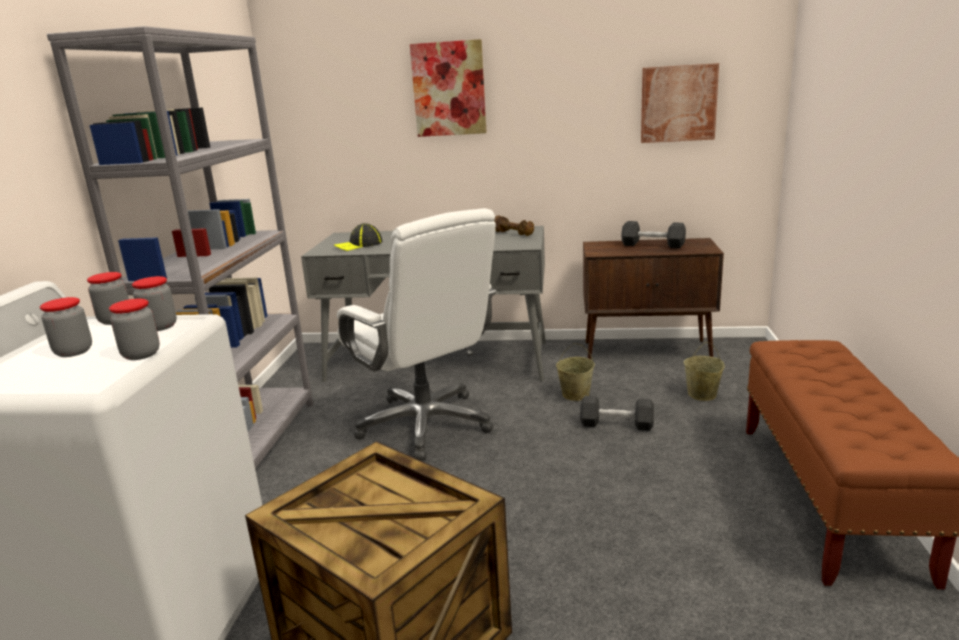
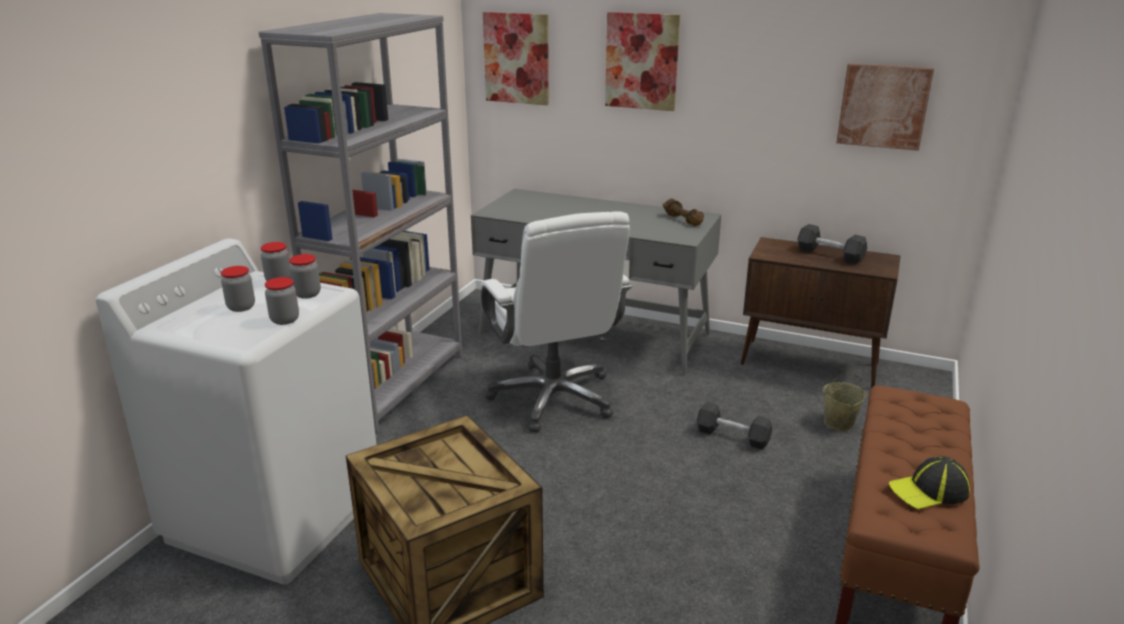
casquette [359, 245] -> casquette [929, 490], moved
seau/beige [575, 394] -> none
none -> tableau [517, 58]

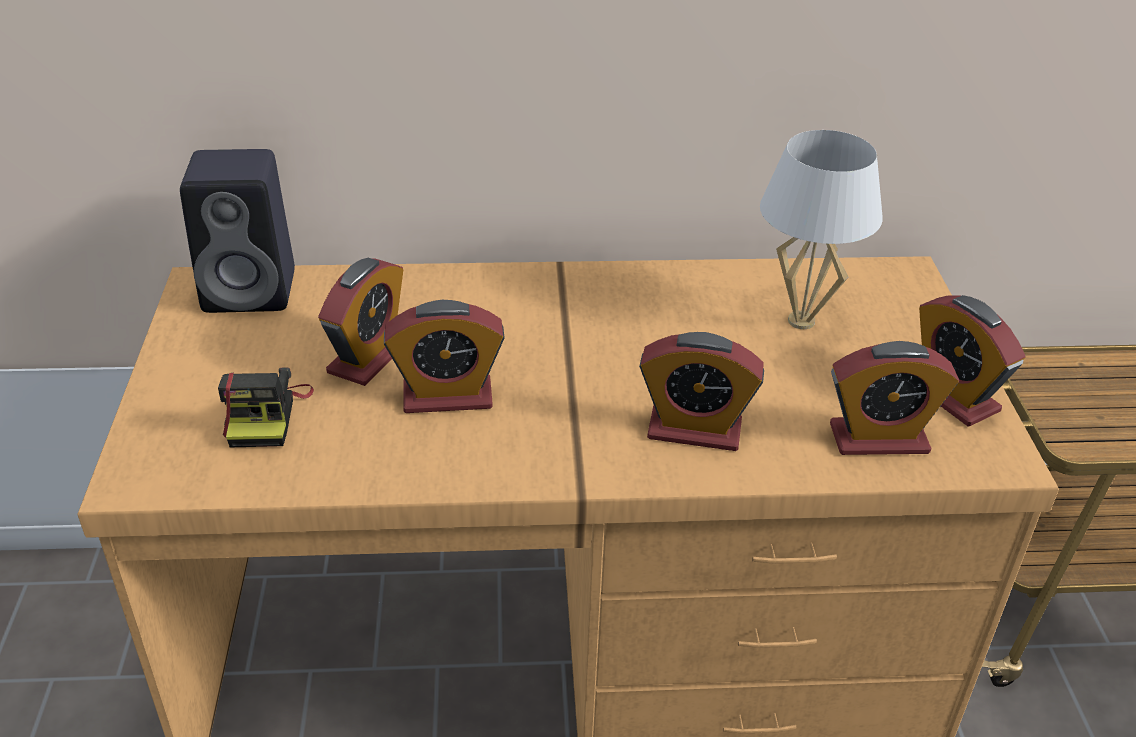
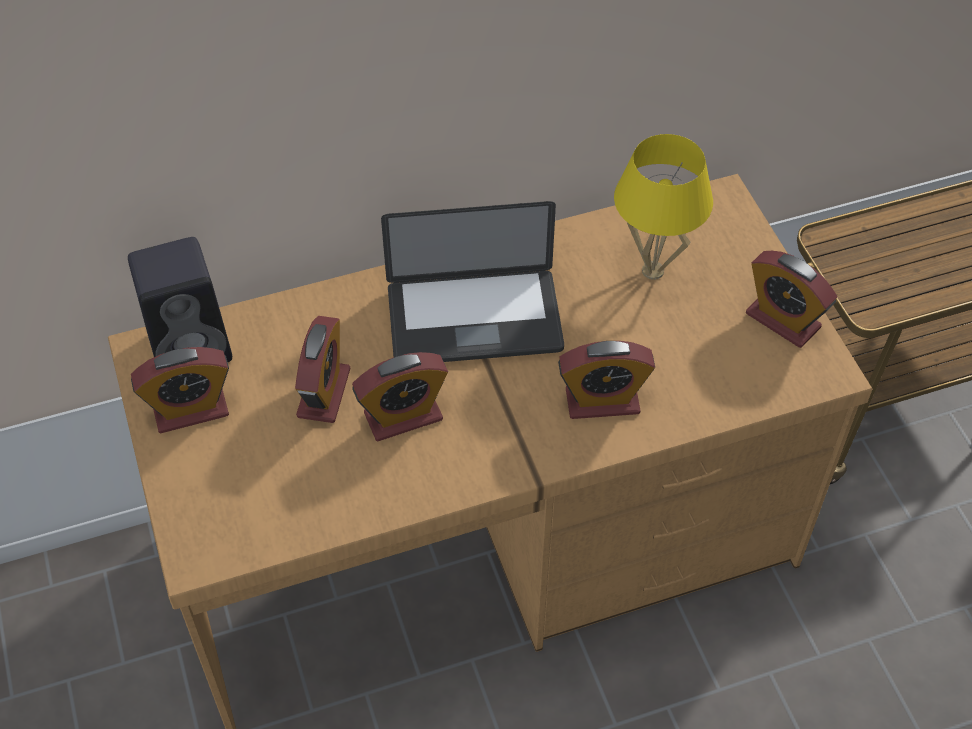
lampe de table/blanc [800, 321] -> lampe de table/jaune [652, 271]
réveil [878, 439] -> réveil [190, 410], moved
appareil photo [266, 415] -> none
none -> ordinateur portable [474, 319]

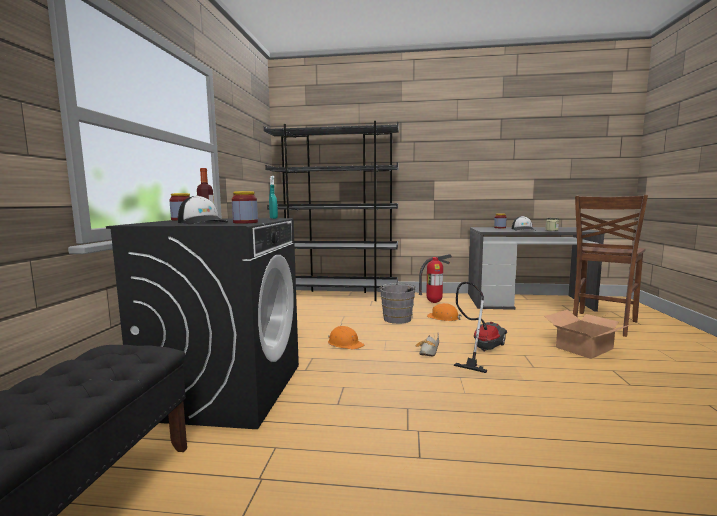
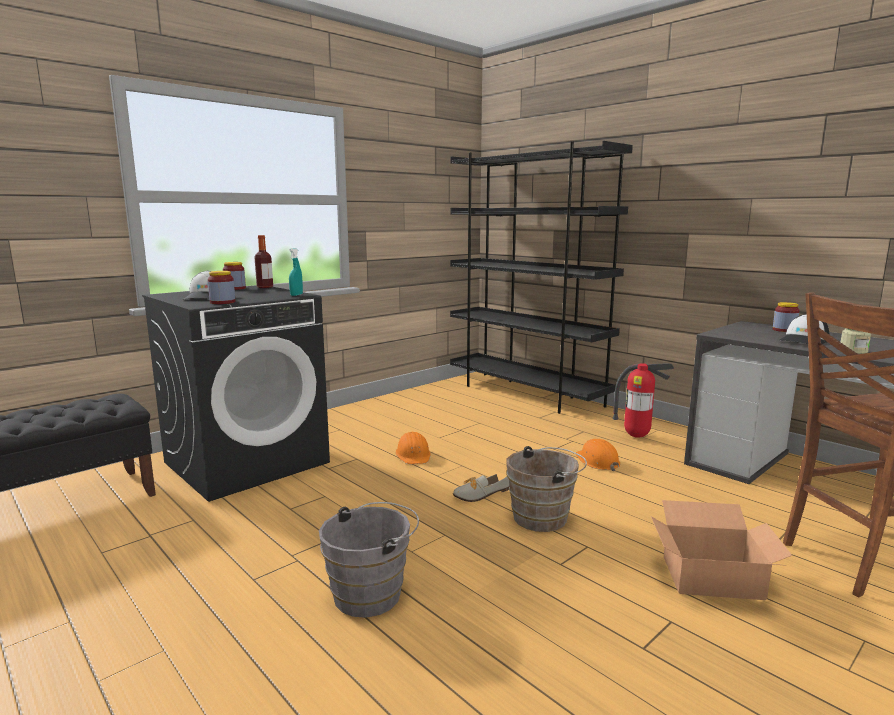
aspirateur [481, 350] -> seau/marron [544, 517]
seau/gris [398, 318] -> seau/gris [373, 593], moved

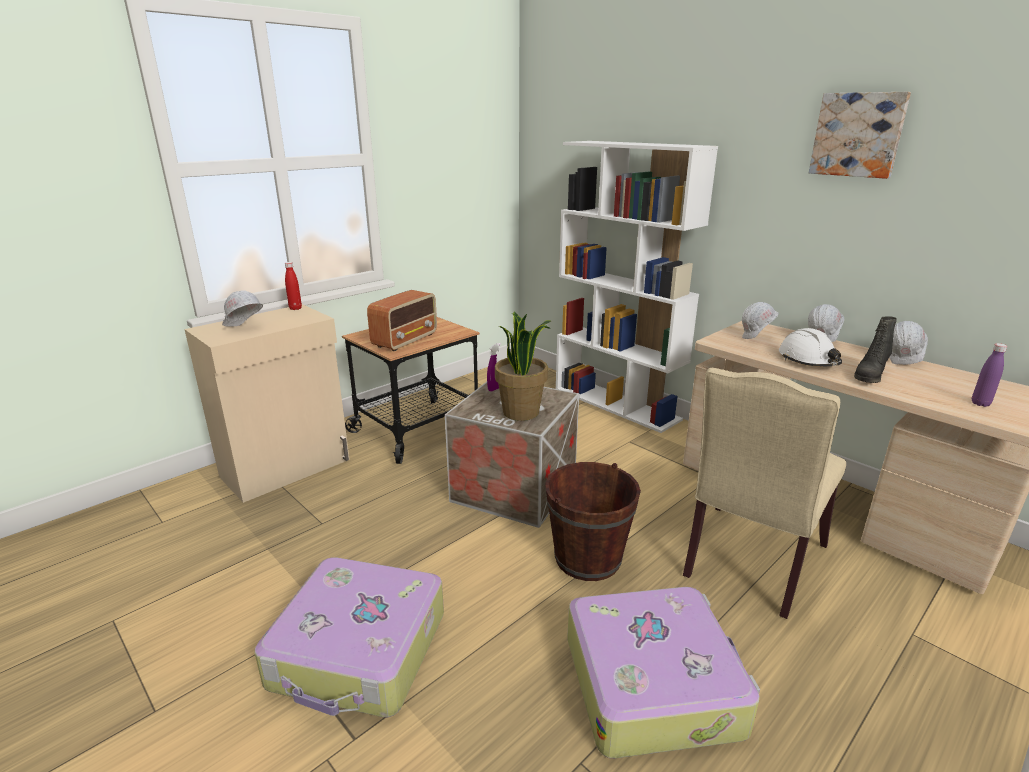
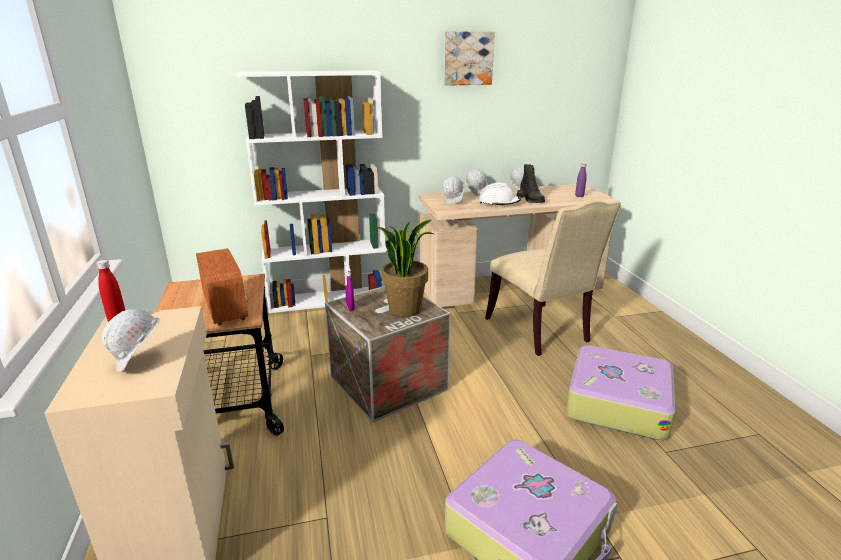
seau/marron [588, 558] -> none

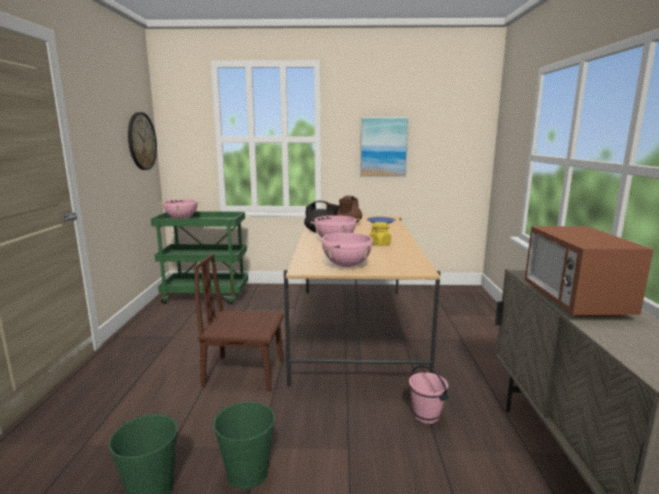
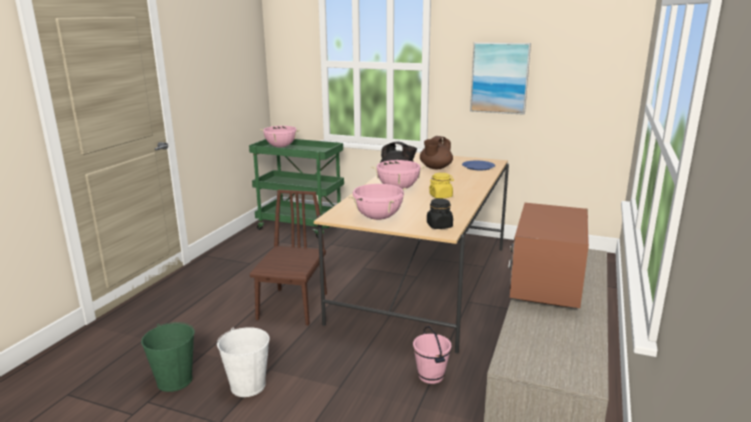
horloge murale [141, 141] -> none
chaise/marron [244, 373] -> chaise/marron [292, 306], 75 degrees clockwise
seau/vert [247, 473] -> seau/blanc [248, 385]
none -> bocal/noir [439, 226]

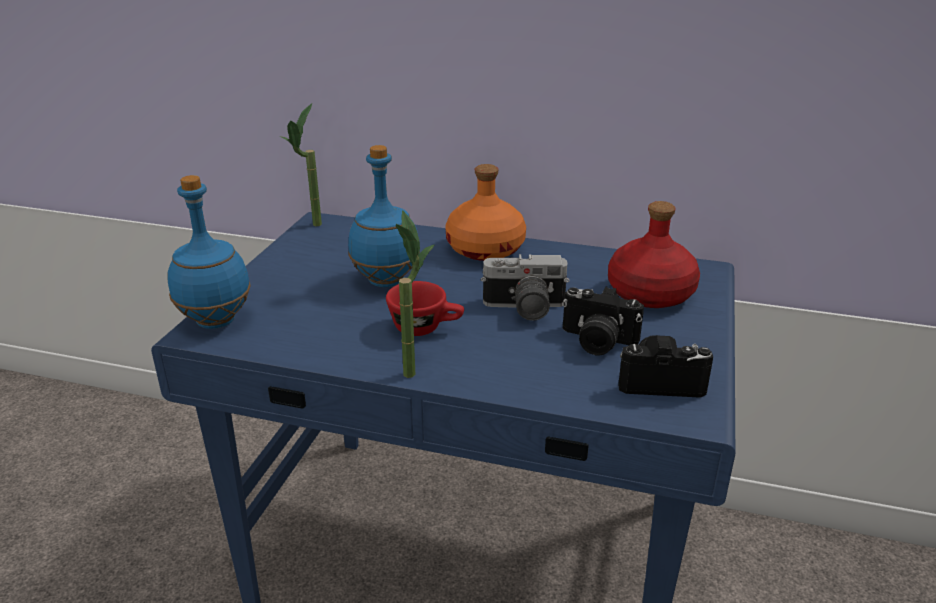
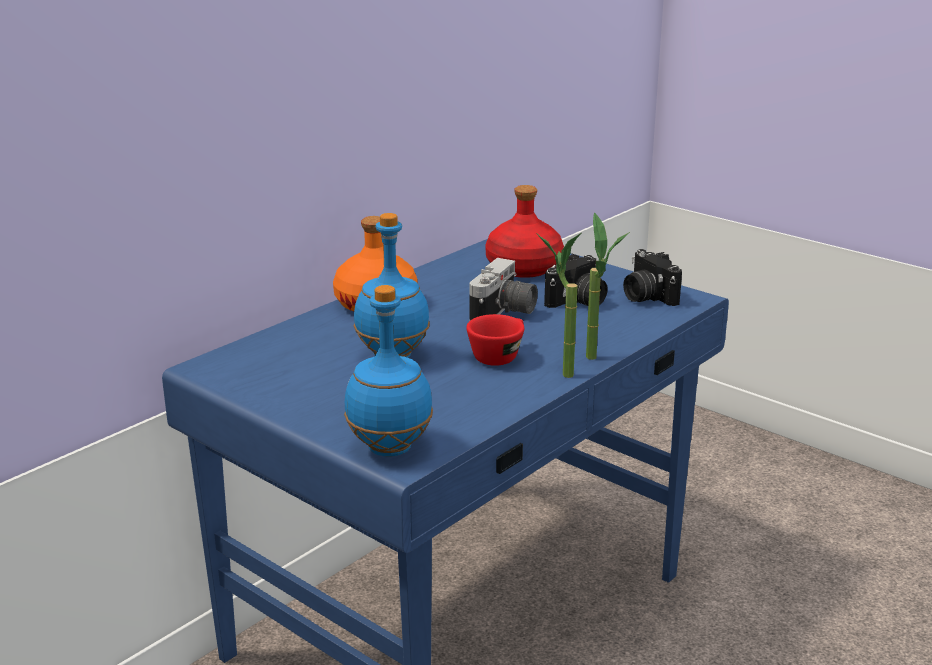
plante en pot [311, 227] -> plante en pot [598, 361], moved
appareil photo [660, 382] -> appareil photo [646, 296], 60 degrees counterclockwise

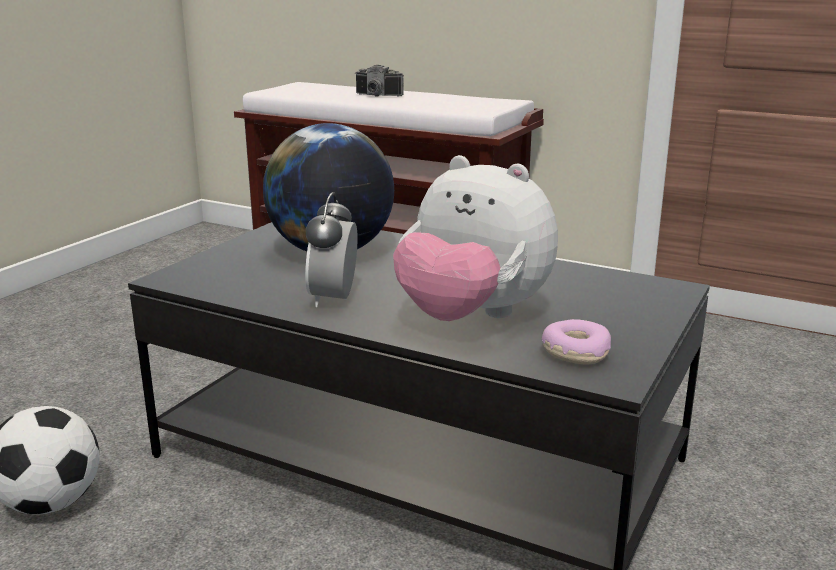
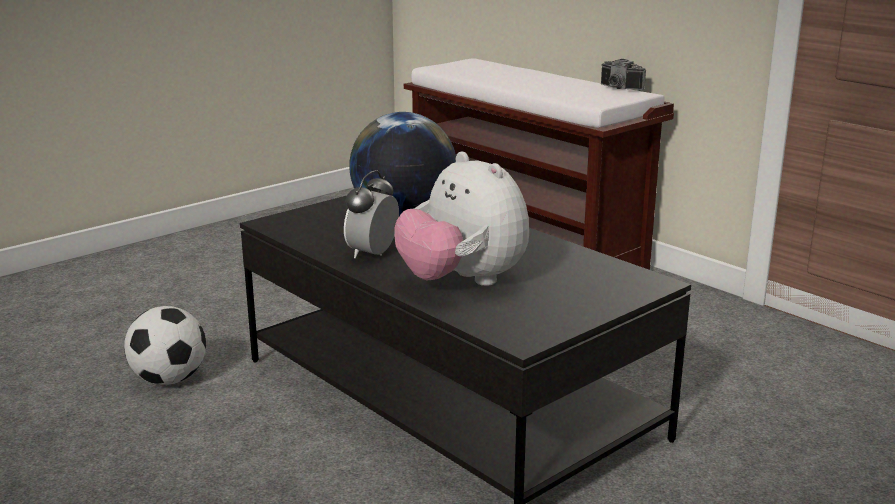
appareil photo [376, 96] -> appareil photo [618, 88], moved
beignet [575, 352] -> none

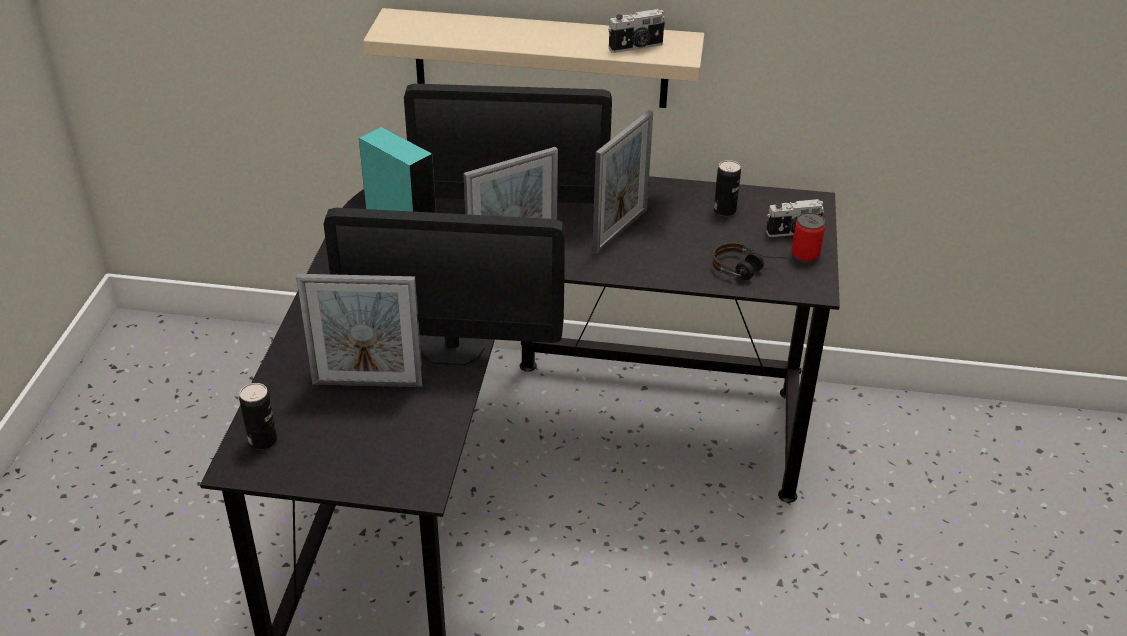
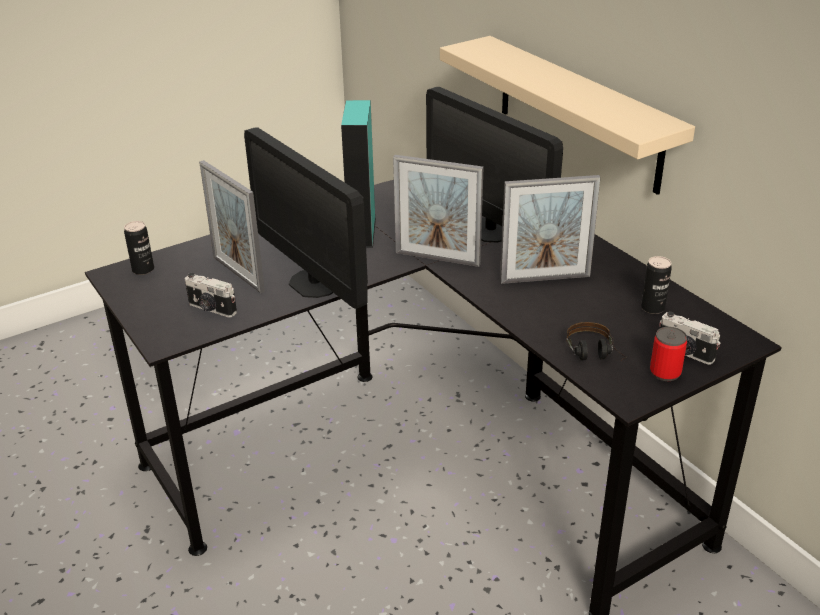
appareil photo [636, 47] -> appareil photo [211, 309], moved

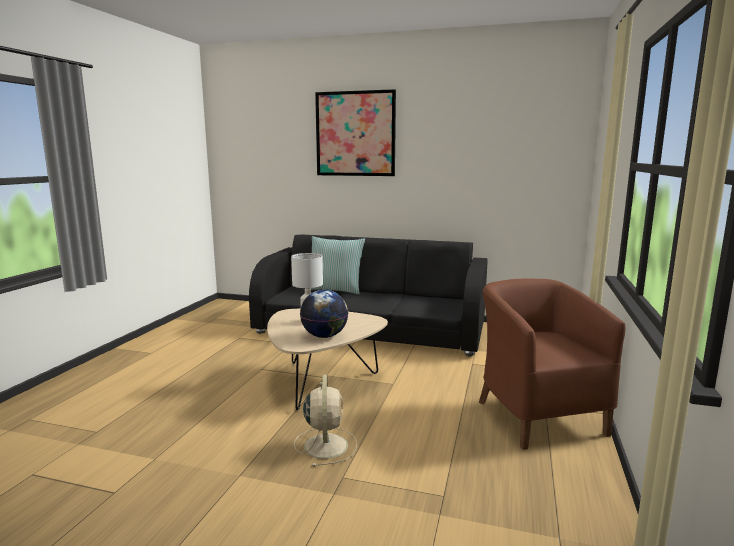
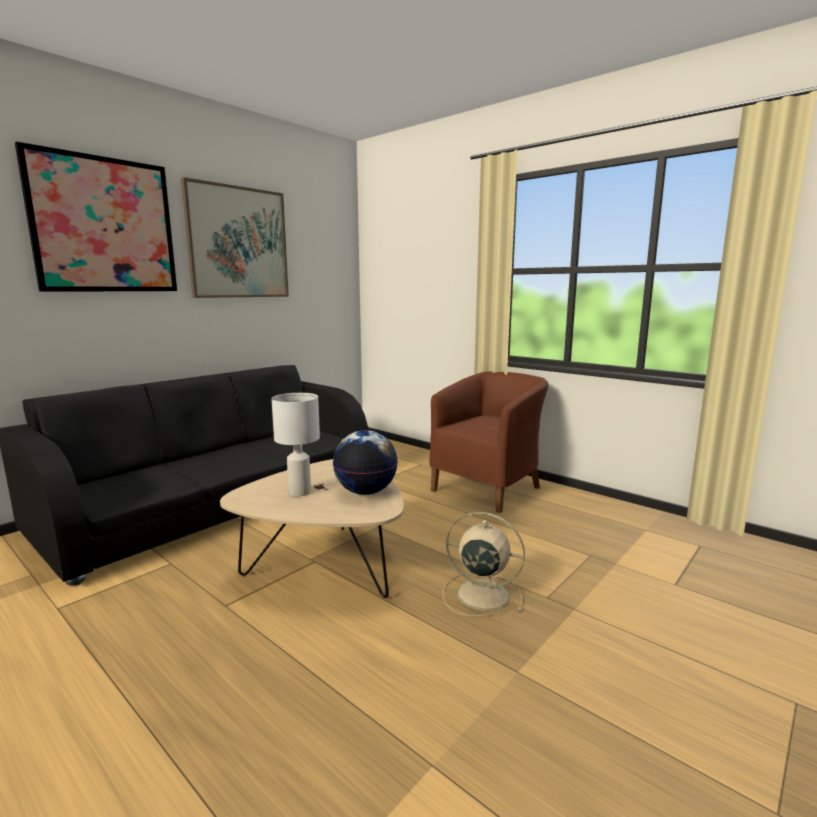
coussin [335, 290] -> none
fauteuil/marron [536, 415] -> fauteuil/marron [489, 487], 120 degrees clockwise
none -> tableau [238, 243]

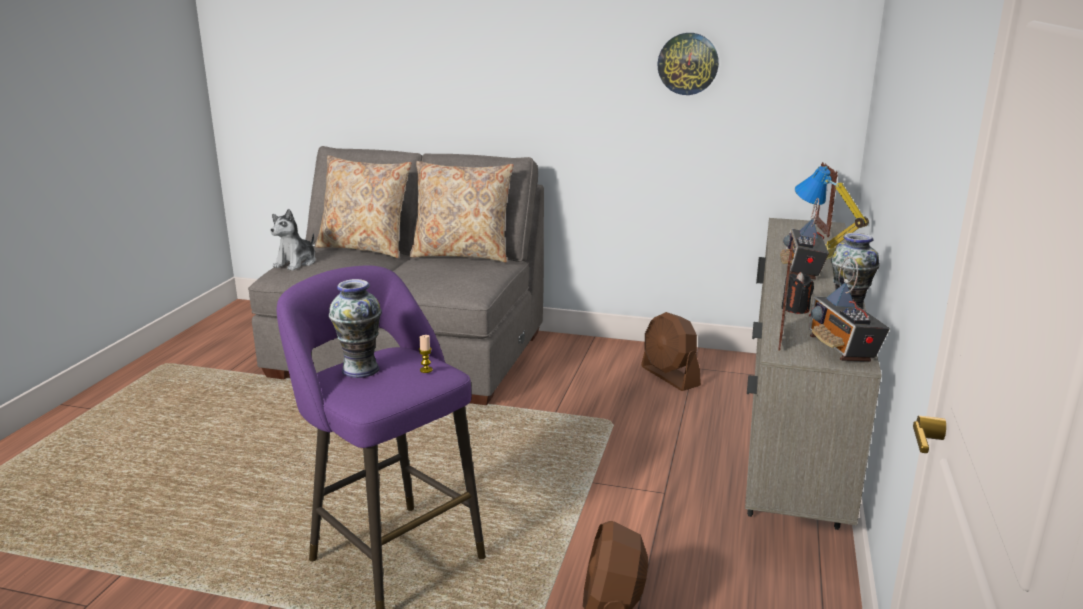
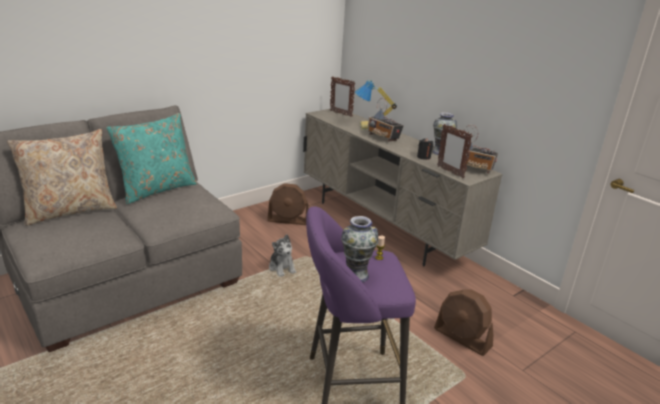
horloge murale [688, 64] -> none
coussin/beige [462, 254] -> coussin/turquoise [157, 189]
peluche [296, 263] -> peluche [282, 268], moved

